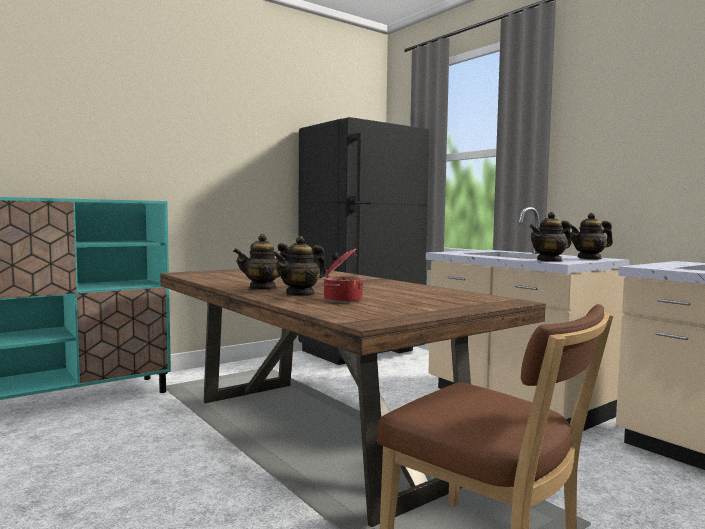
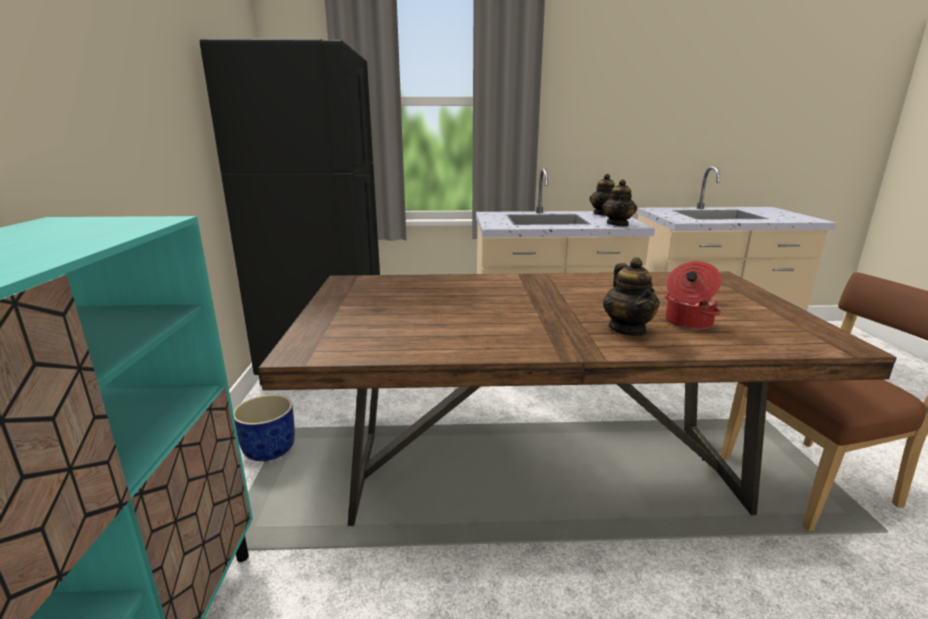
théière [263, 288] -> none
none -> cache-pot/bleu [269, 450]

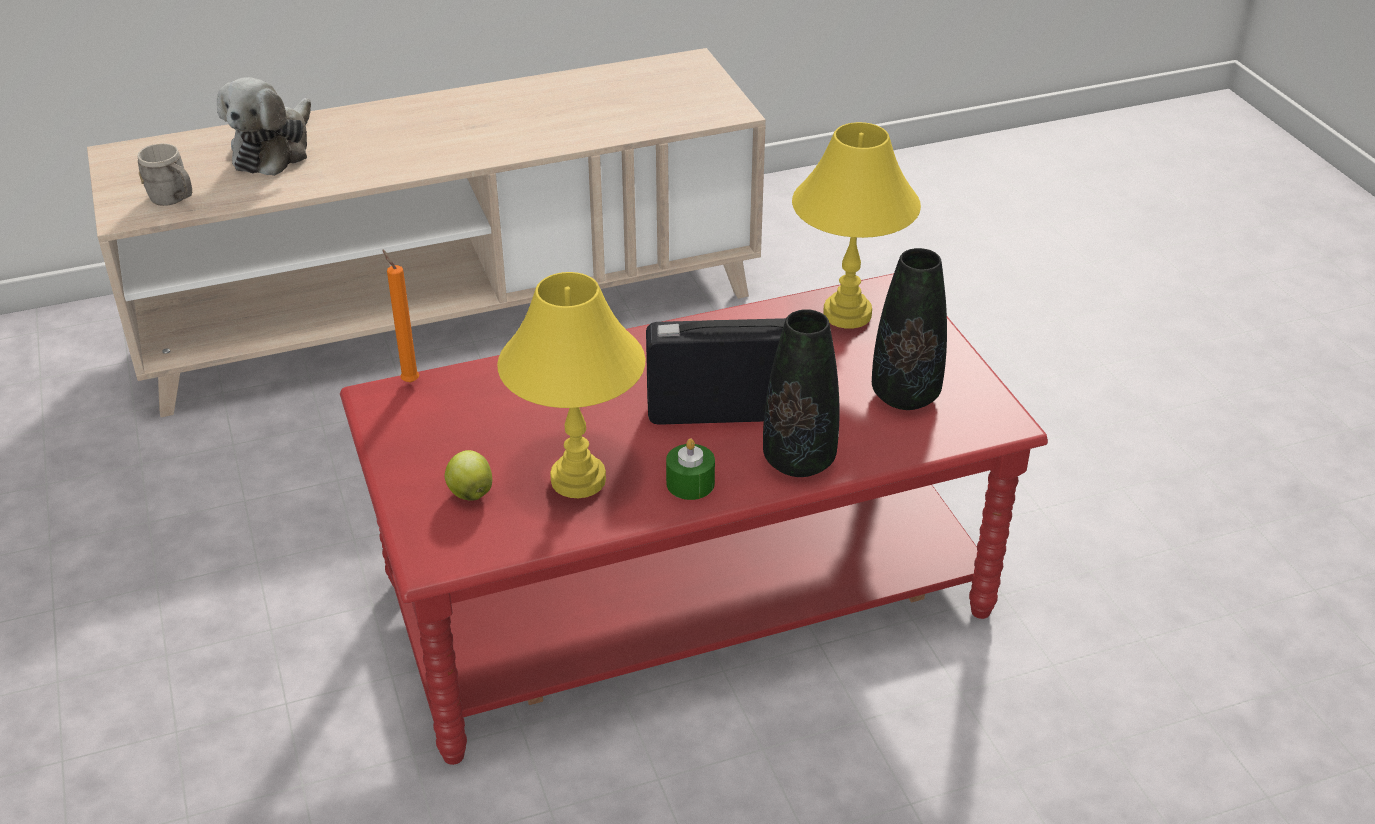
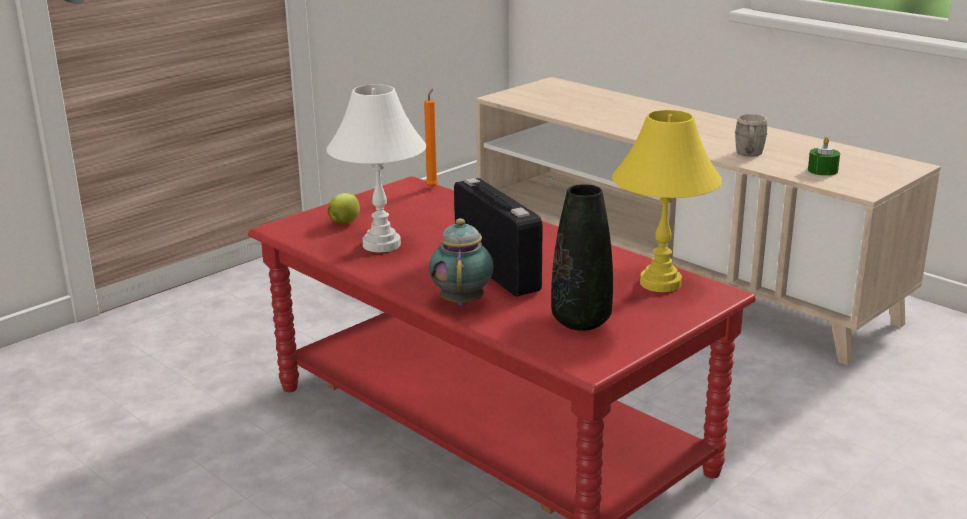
peluche [274, 150] -> none
mug/gris [174, 200] -> mug/gris [749, 154], moved
lampe de table/jaune [579, 480] -> lampe de table/blanc [381, 245]
vase/noir [799, 461] -> théière [462, 301]
bougie/vert [690, 483] -> bougie/vert [822, 170], moved

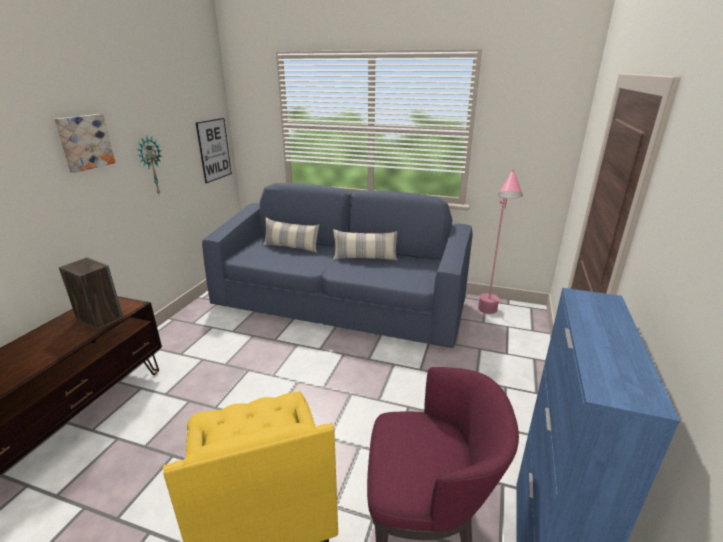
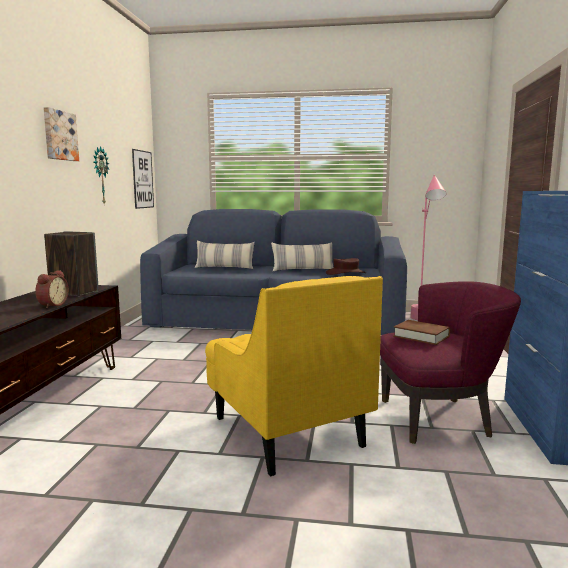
none -> chapeau/marron [345, 273]
none -> réveil [51, 305]
none -> livre/marron [421, 336]

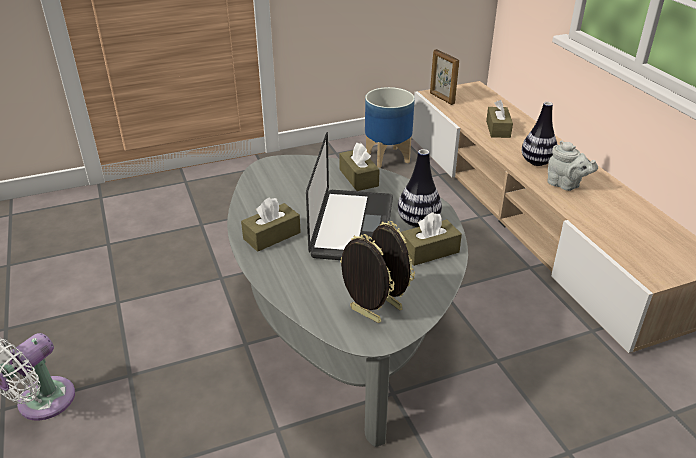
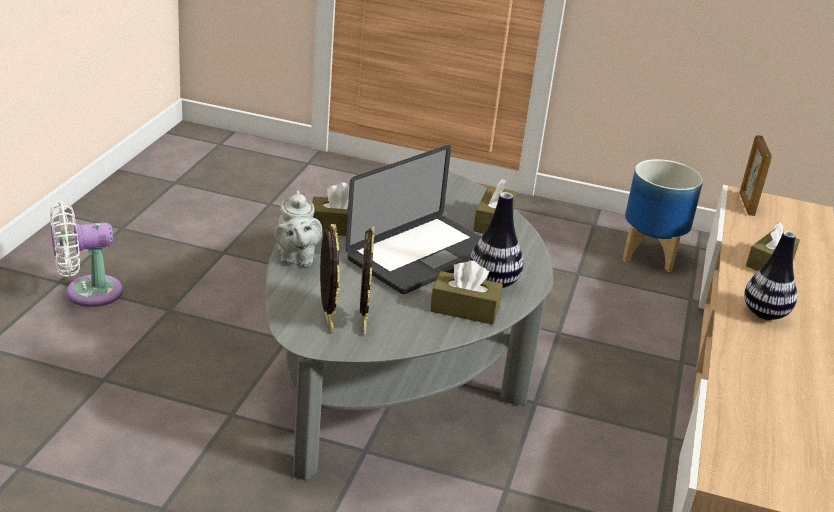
théière/gris [565, 185] -> théière/gris [296, 258], moved

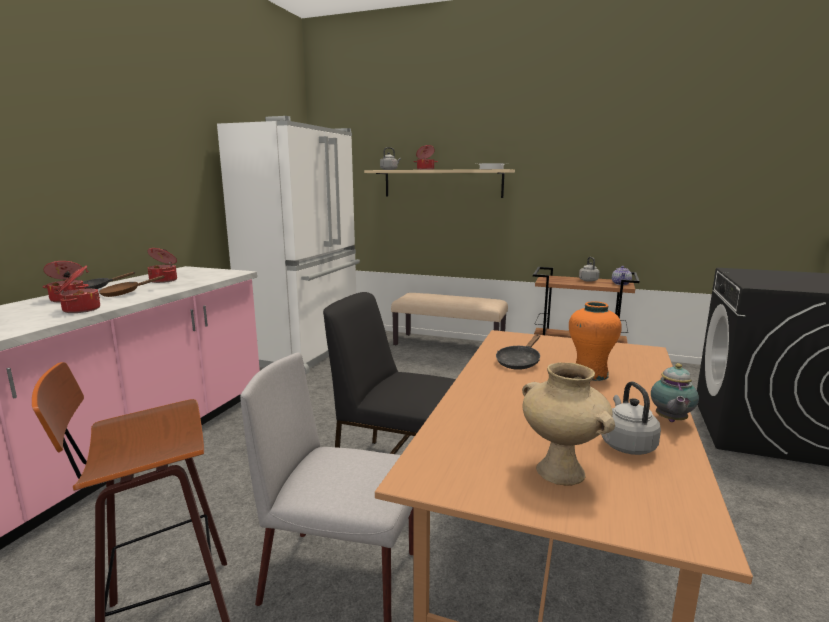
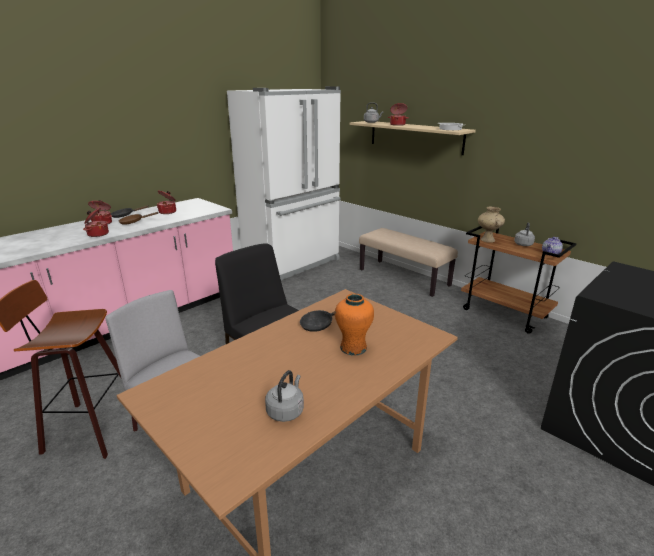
vase/beige [562, 472] -> vase/beige [488, 240], moved
théière [670, 420] -> none

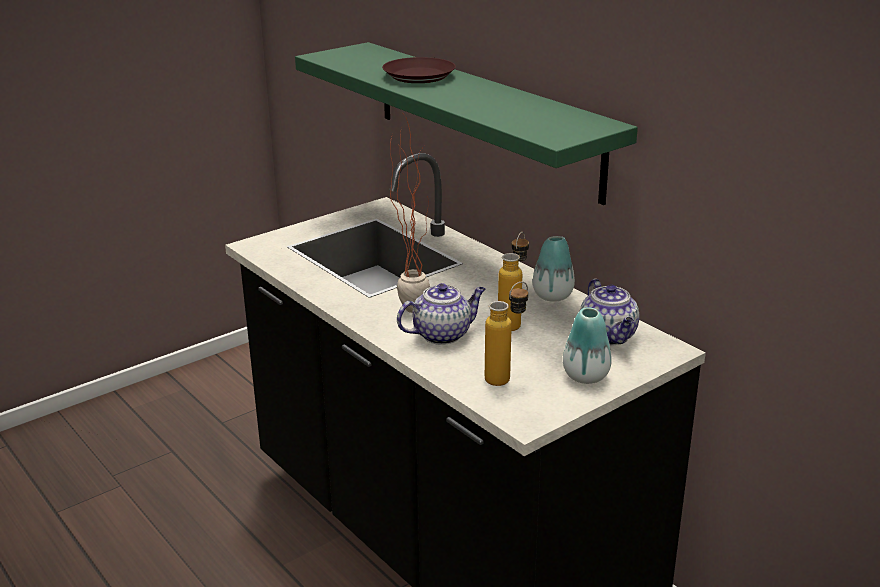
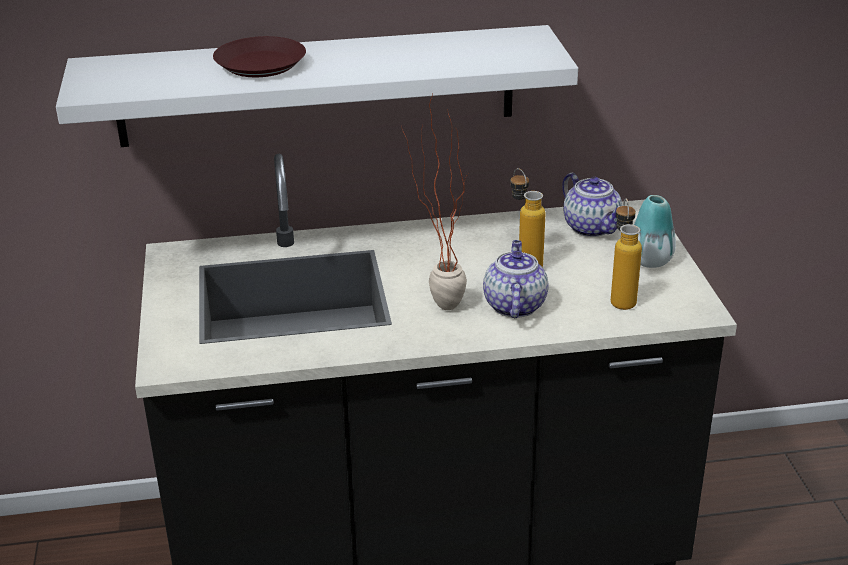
étagère/vert [484, 118] -> étagère/blanc [317, 86]
vase [552, 296] -> none
théière [609, 337] -> théière [592, 228], 45 degrees clockwise

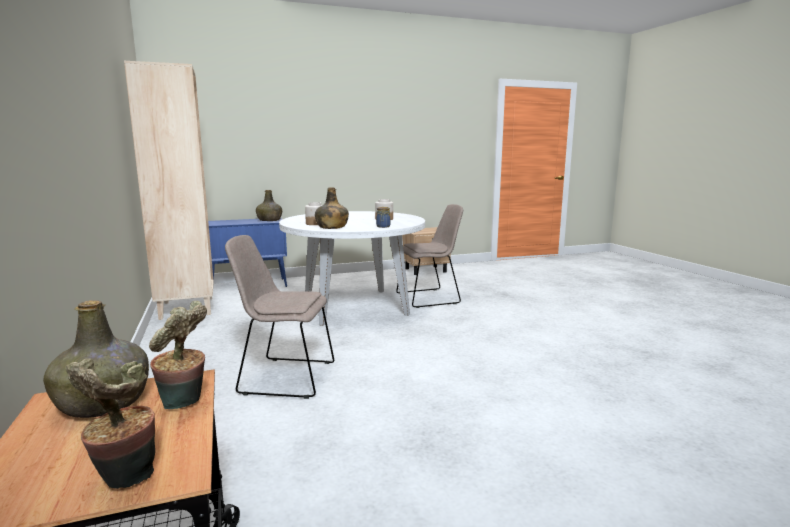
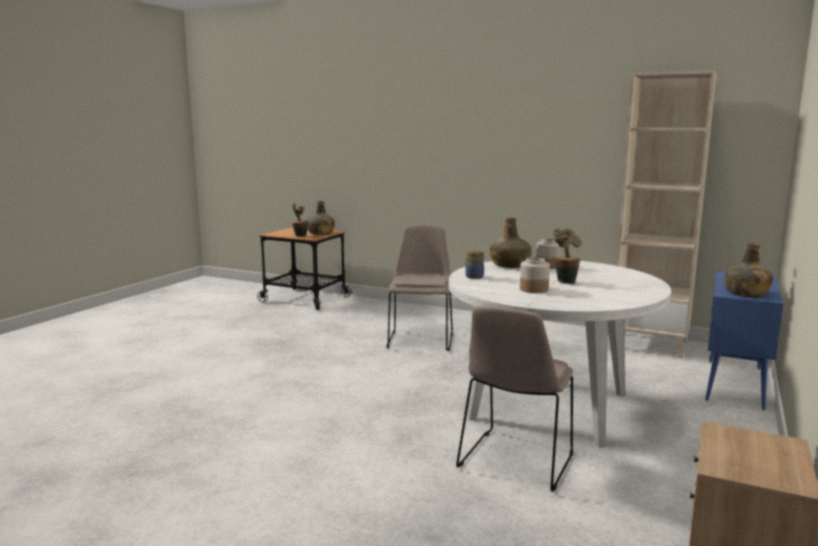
chaise/beige [284, 377] -> chaise/beige [420, 339], 45 degrees counterclockwise
plante en pot [124, 480] -> plante en pot [565, 281], moved

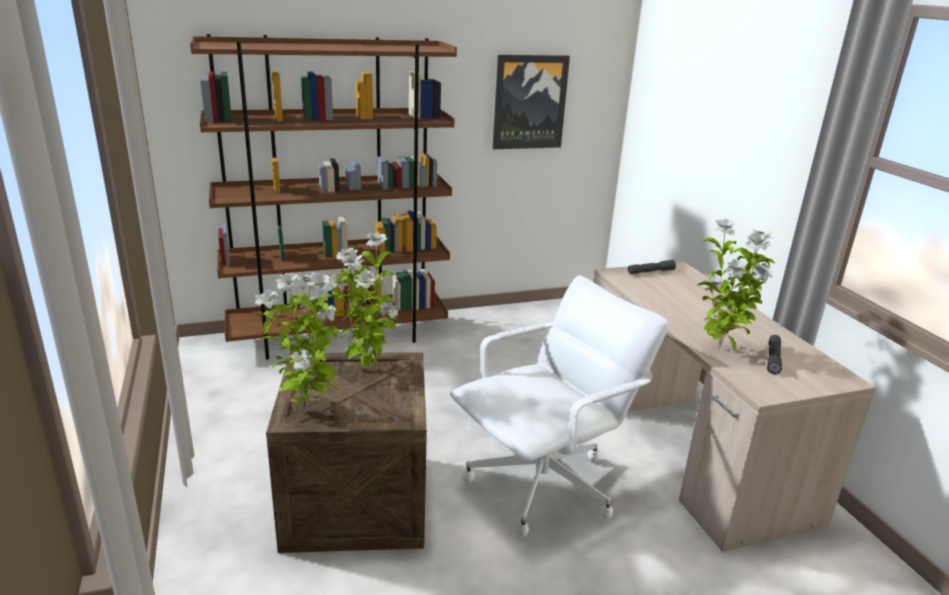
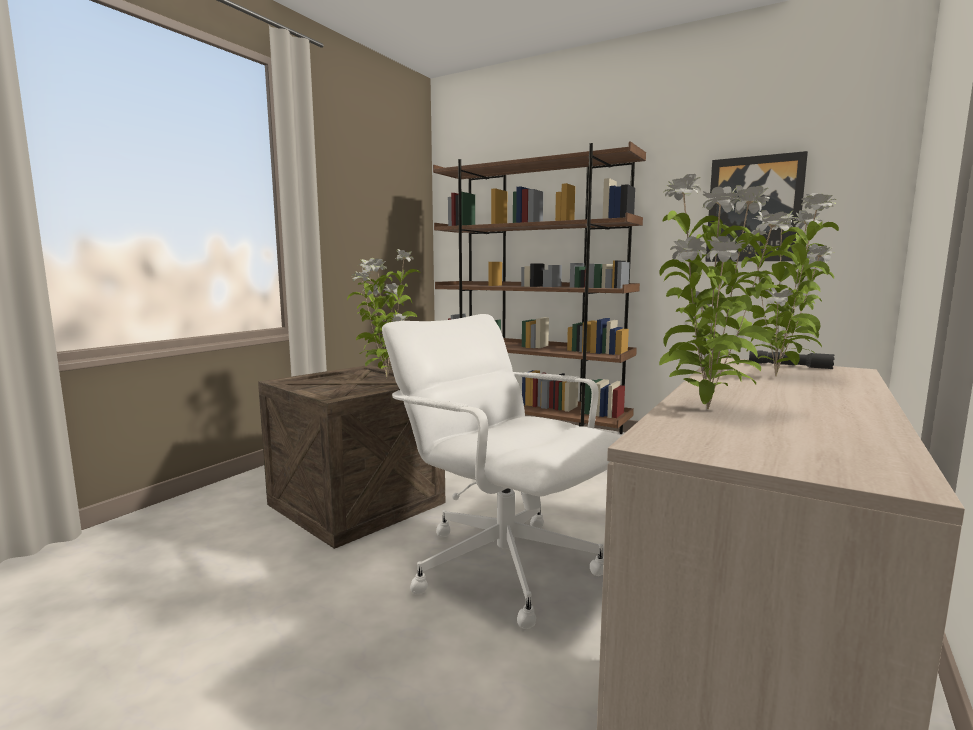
plante en pot [307, 408] -> plante en pot [777, 376], moved
chaise de bureau/blanc [543, 485] -> chaise de bureau/blanc [504, 565], 150 degrees counterclockwise
lampe de poche/gris [773, 358] -> none

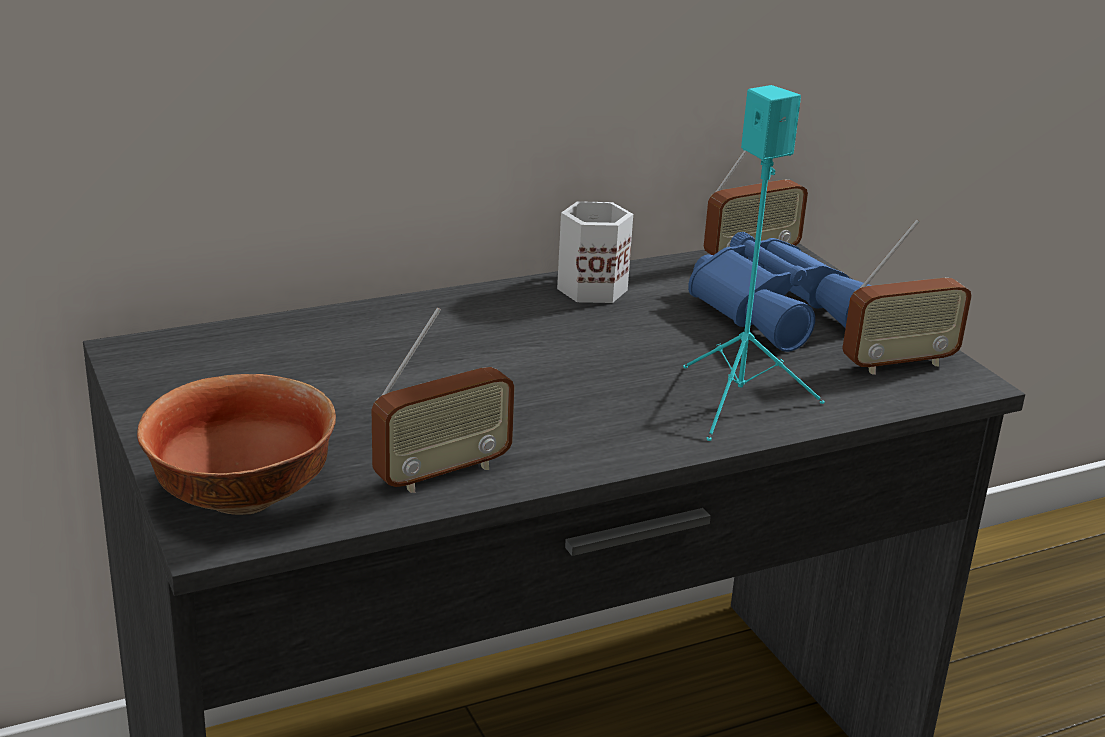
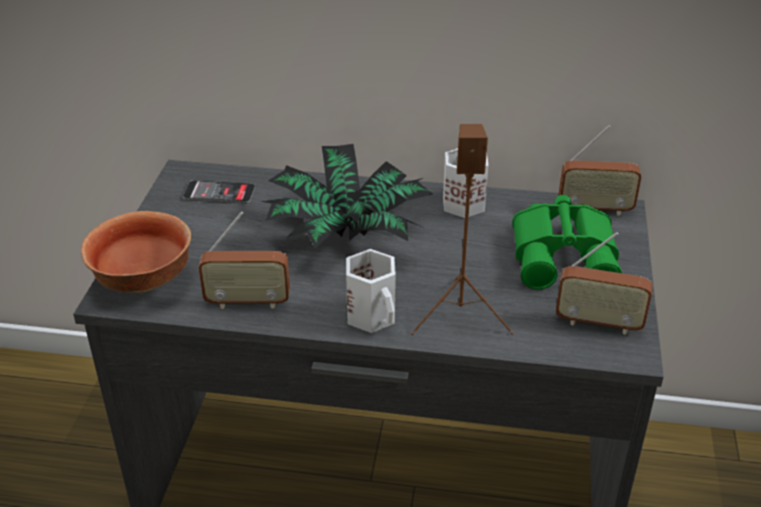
enceinte/turquoise [740, 401] -> enceinte/marron [461, 314]
jumelles/bleu [778, 309] -> jumelles/vert [566, 255]
none -> plante en pot [346, 233]
none -> téléphone [219, 193]
none -> mug/blanc [373, 315]

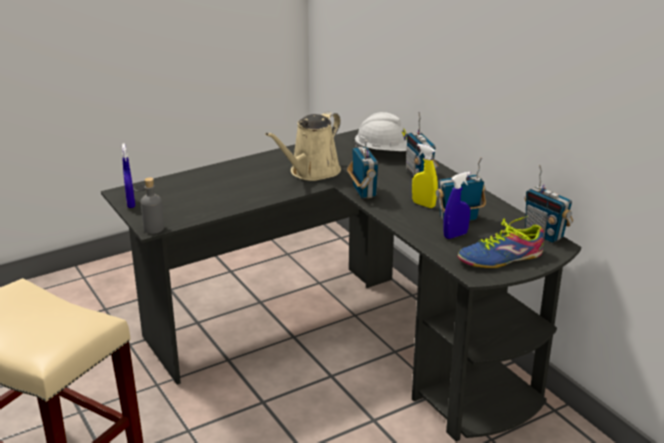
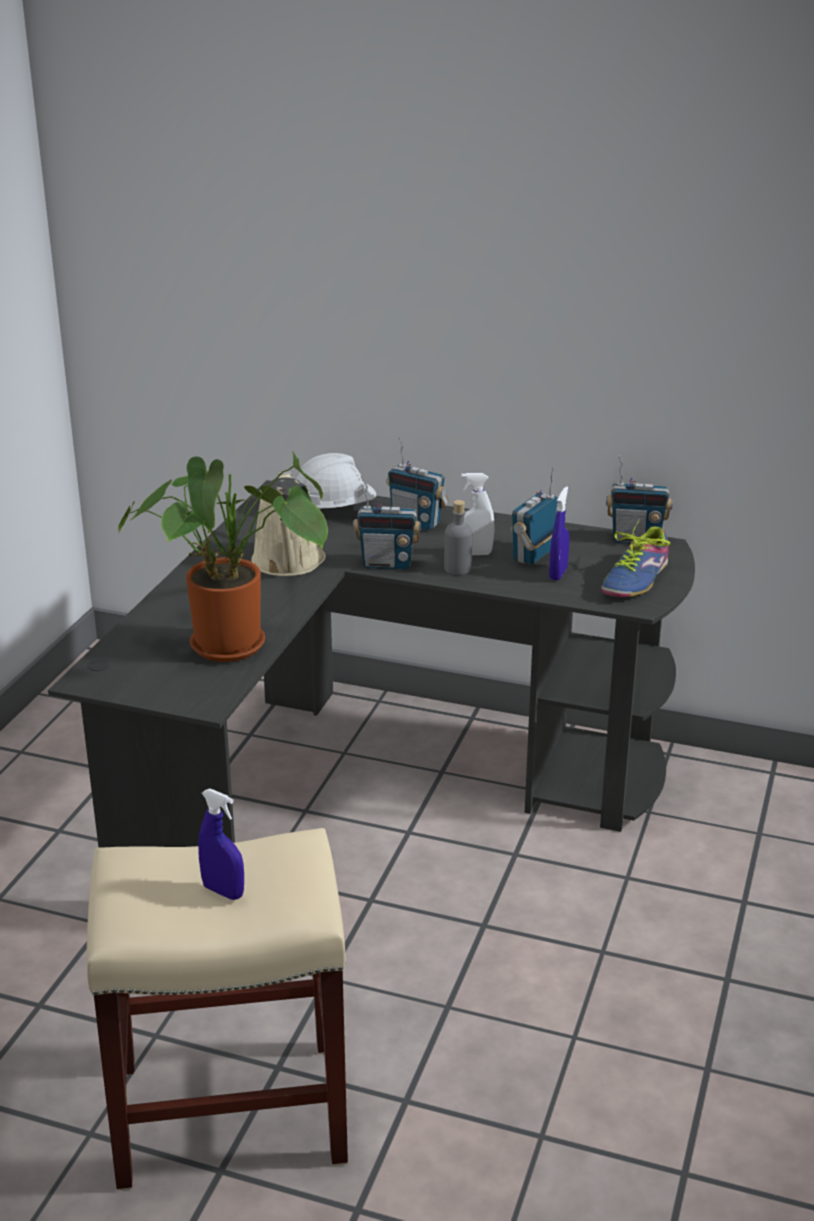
radio [363, 192] -> radio [387, 564], 150 degrees clockwise
vaporisateur/bleu [130, 203] -> vaporisateur/bleu [223, 891], moved
vaporisateur/jaune [423, 204] -> vaporisateur/blanc [474, 554]
bouteille/gris [153, 228] -> bouteille/gris [457, 568], moved
none -> plante en pot [237, 645]

